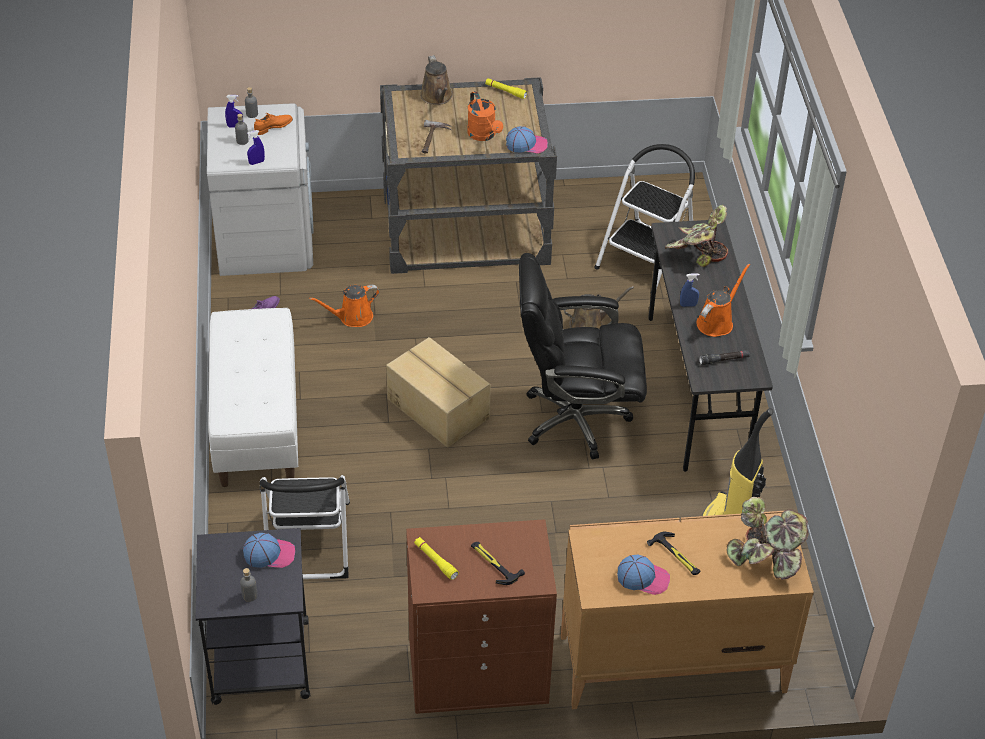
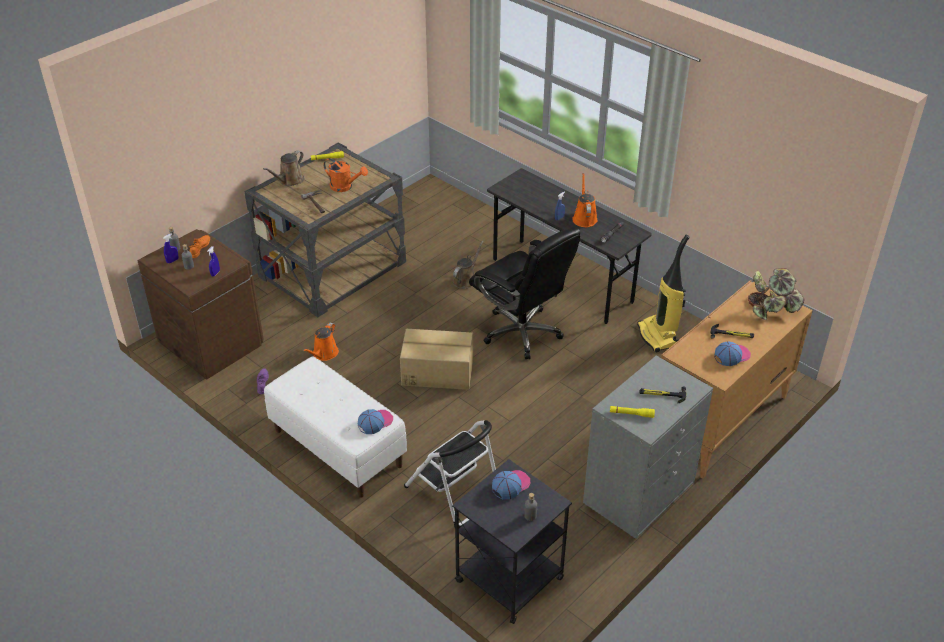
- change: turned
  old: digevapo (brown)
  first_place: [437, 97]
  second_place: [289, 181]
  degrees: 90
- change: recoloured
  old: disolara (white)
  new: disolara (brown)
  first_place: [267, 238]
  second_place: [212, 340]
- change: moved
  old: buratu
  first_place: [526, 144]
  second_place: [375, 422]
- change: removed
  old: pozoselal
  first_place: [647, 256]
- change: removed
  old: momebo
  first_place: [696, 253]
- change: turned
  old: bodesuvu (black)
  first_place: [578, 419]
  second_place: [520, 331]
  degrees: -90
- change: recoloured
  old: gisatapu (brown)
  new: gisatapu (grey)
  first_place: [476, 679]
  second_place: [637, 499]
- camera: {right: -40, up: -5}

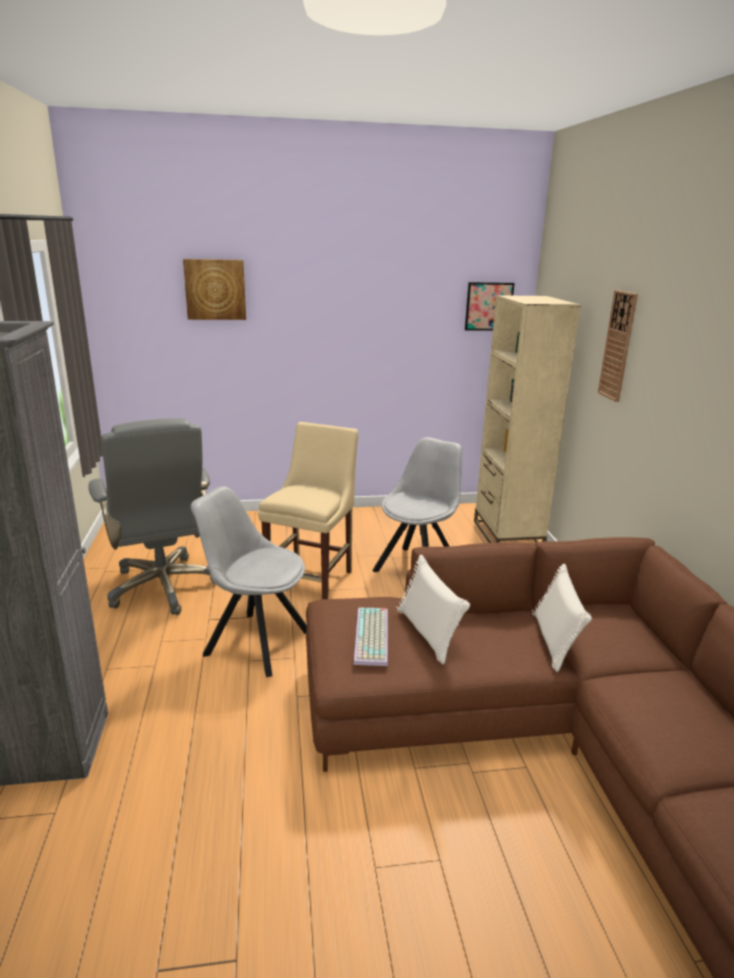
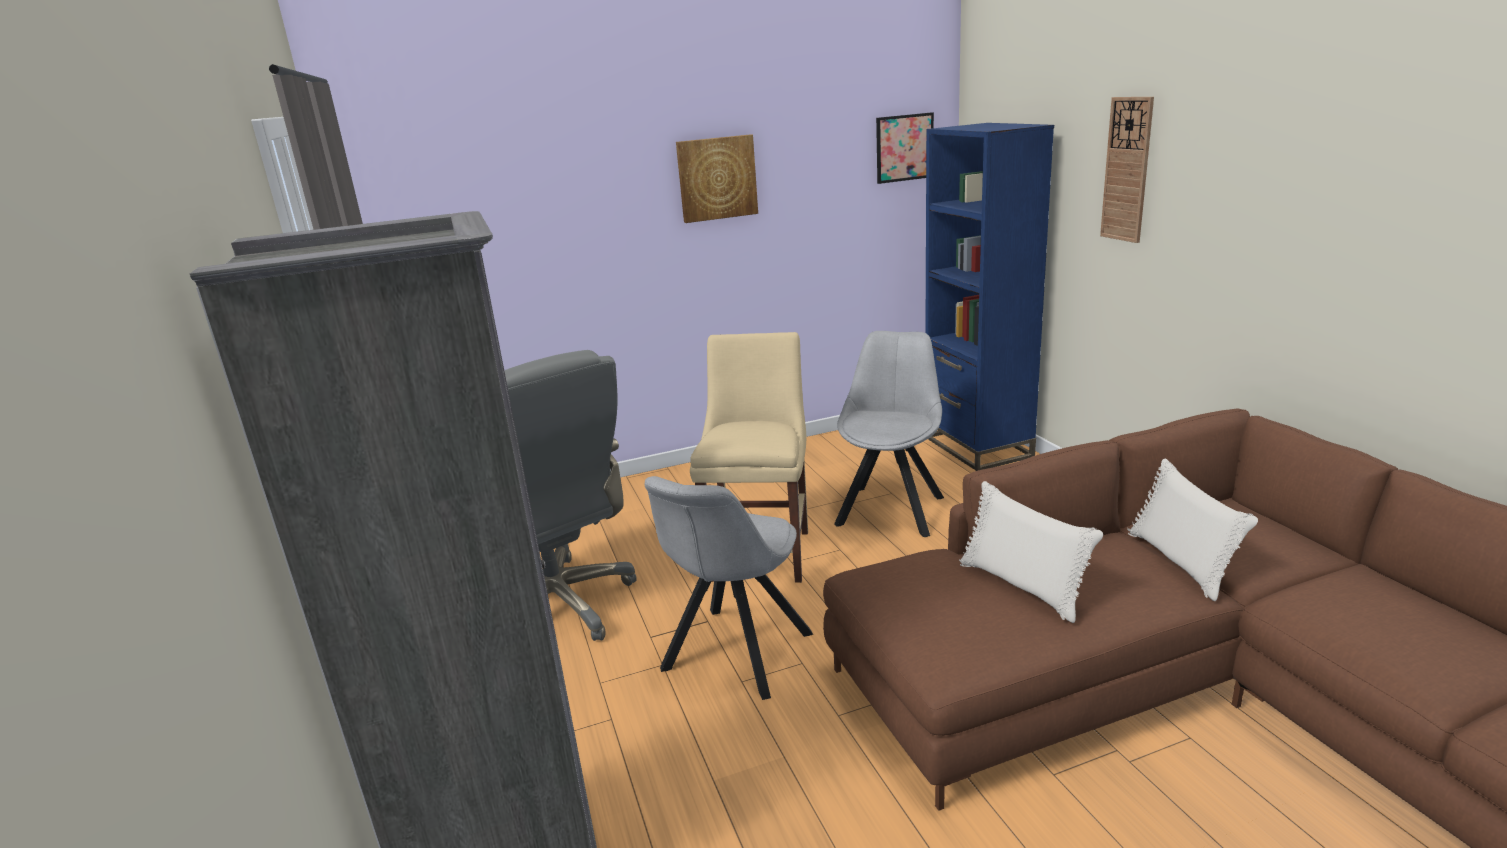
- change: moved
  old: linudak
  first_place: [215, 289]
  second_place: [717, 178]
- change: recoloured
  old: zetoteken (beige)
  new: zetoteken (blue)
  first_place: [507, 535]
  second_place: [977, 446]
- change: turned
  old: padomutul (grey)
  first_place: [255, 642]
  second_place: [735, 654]
  degrees: -75
- change: removed
  old: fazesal
  first_place: [373, 637]
- camera: {right: -10, up: 0}

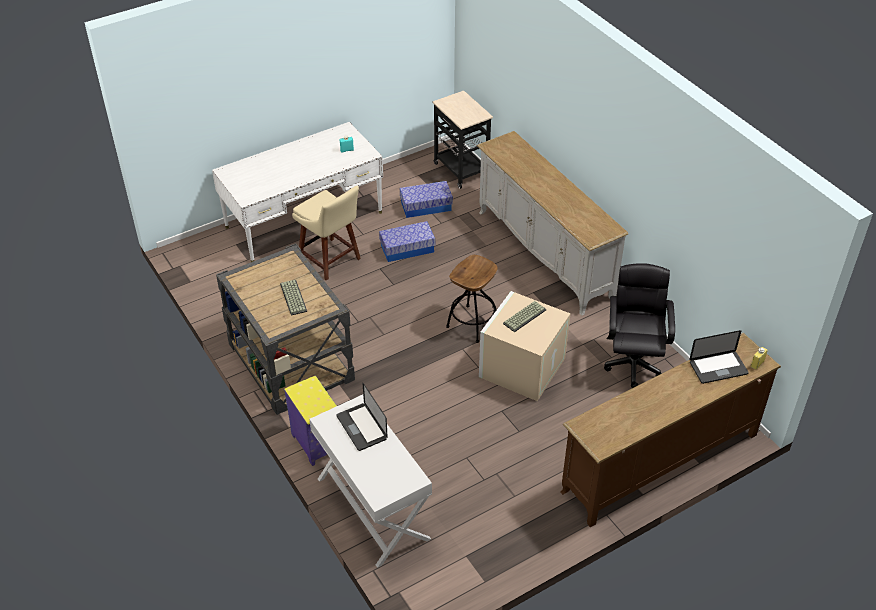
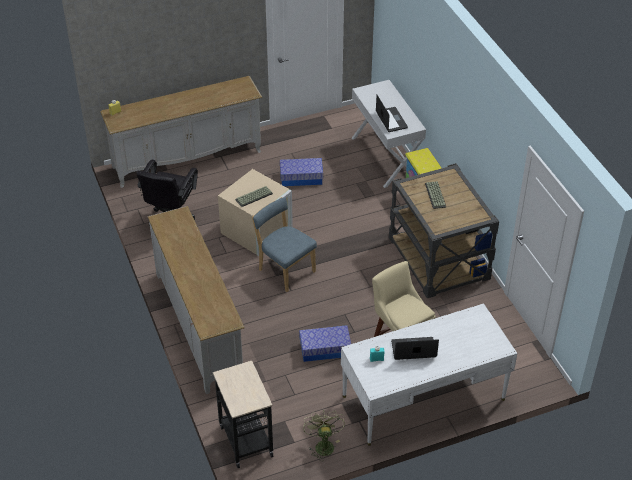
- change: moved
  old: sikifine
  first_place: [426, 206]
  second_place: [301, 178]
- change: replaced
  old: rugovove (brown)
  new: padomutul (blue)
  first_place: [472, 324]
  second_place: [285, 269]
- change: moved
  old: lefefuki
  first_place: [718, 368]
  second_place: [413, 349]
- change: recoloured
  old: gisatapu (brown)
  new: gisatapu (grey)
  first_place: [659, 462]
  second_place: [187, 160]
- change: added
  new: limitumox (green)
  second_place: [323, 444]
- camera: {right: -170, up: 0}

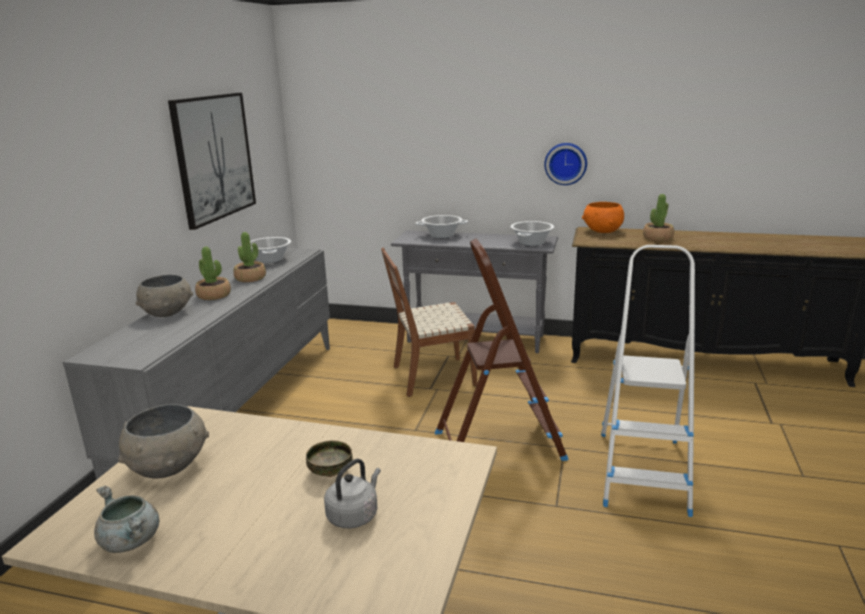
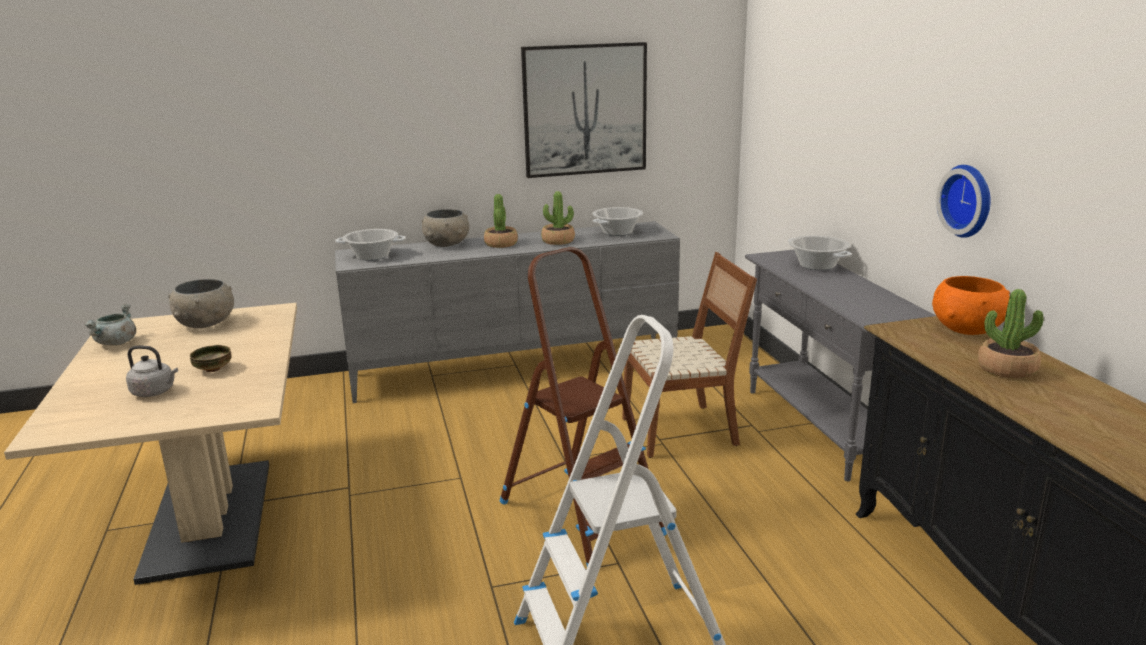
- change: moved
  old: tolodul
  first_place: [531, 243]
  second_place: [372, 256]
- change: turned
  old: padomutul
  first_place: [429, 377]
  second_place: [684, 431]
  degrees: 120
- camera: {right: 60, up: 0}

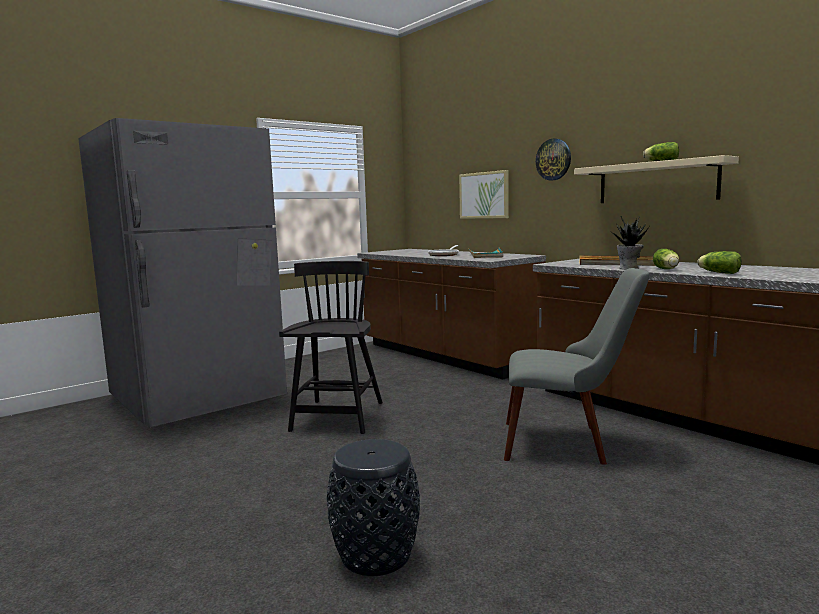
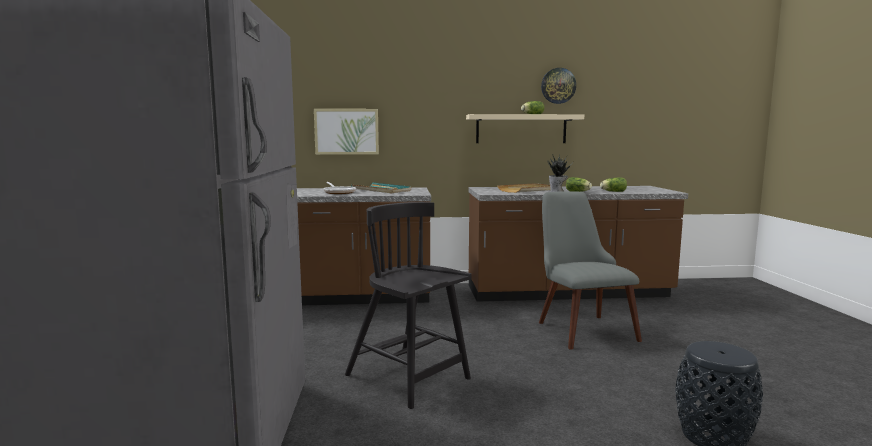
- change: moved
  old: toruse
  first_place: [553, 159]
  second_place: [558, 86]
- change: turned
  old: padomutul (grey)
  first_place: [569, 443]
  second_place: [579, 327]
  degrees: -60
- camera: {right: -55, up: 0}

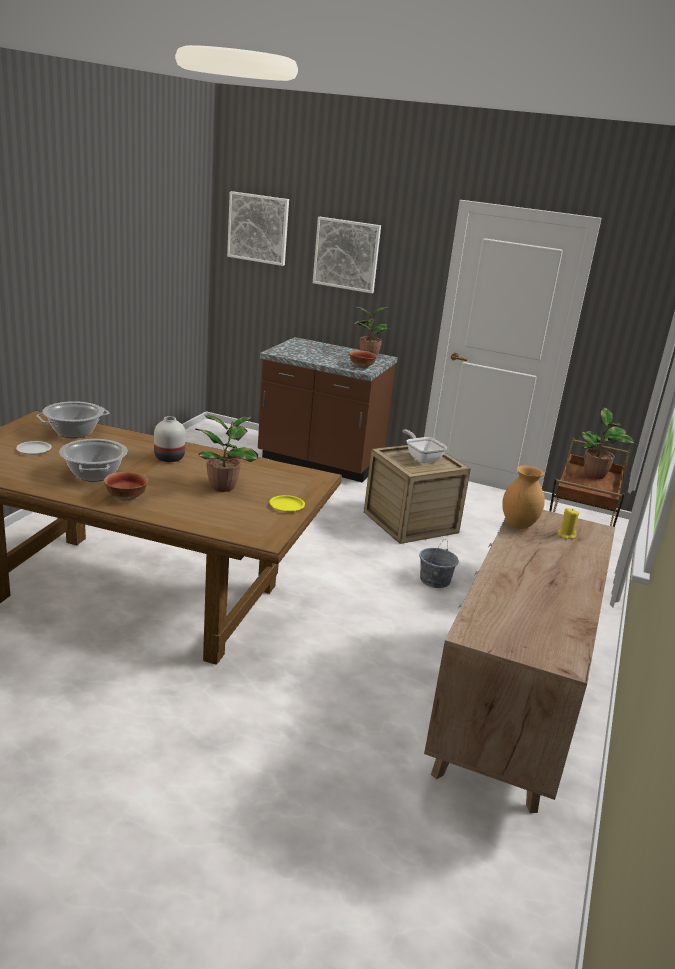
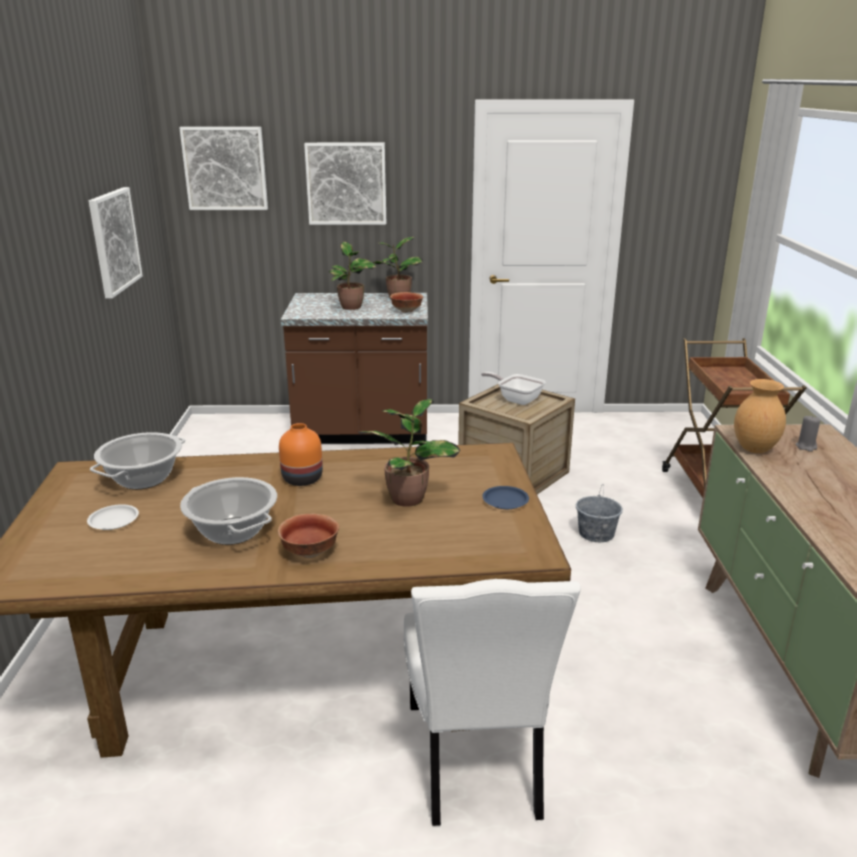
- change: moved
  old: momebo
  first_place: [595, 475]
  second_place: [352, 307]
- change: recoloured
  old: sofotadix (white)
  new: sofotadix (orange)
  first_place: [170, 458]
  second_place: [303, 479]
- change: recoloured
  old: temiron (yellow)
  new: temiron (blue)
  first_place: [286, 506]
  second_place: [505, 501]
- change: recoloured
  old: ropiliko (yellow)
  new: ropiliko (grey)
  first_place: [566, 535]
  second_place: [806, 447]
- change: added
  new: linudak
  second_place: [114, 241]
- change: added
  new: padomutul (white)
  second_place: [477, 754]
- camera: {right: -20, up: 0}

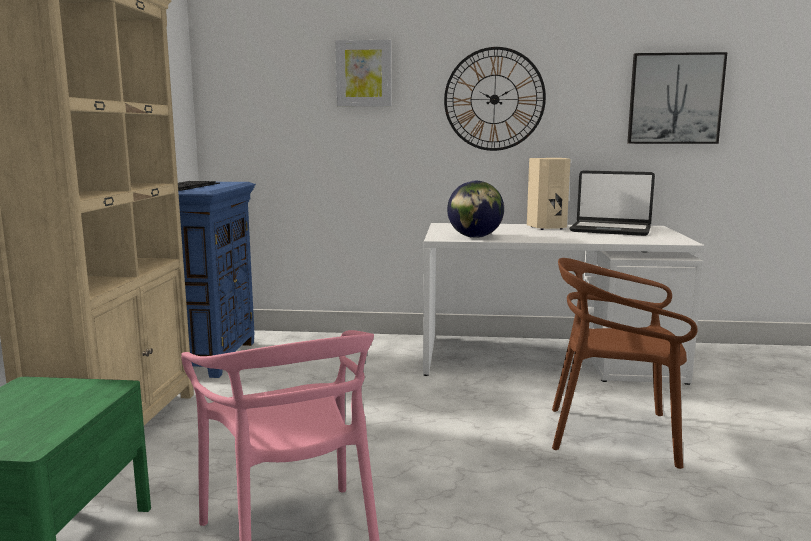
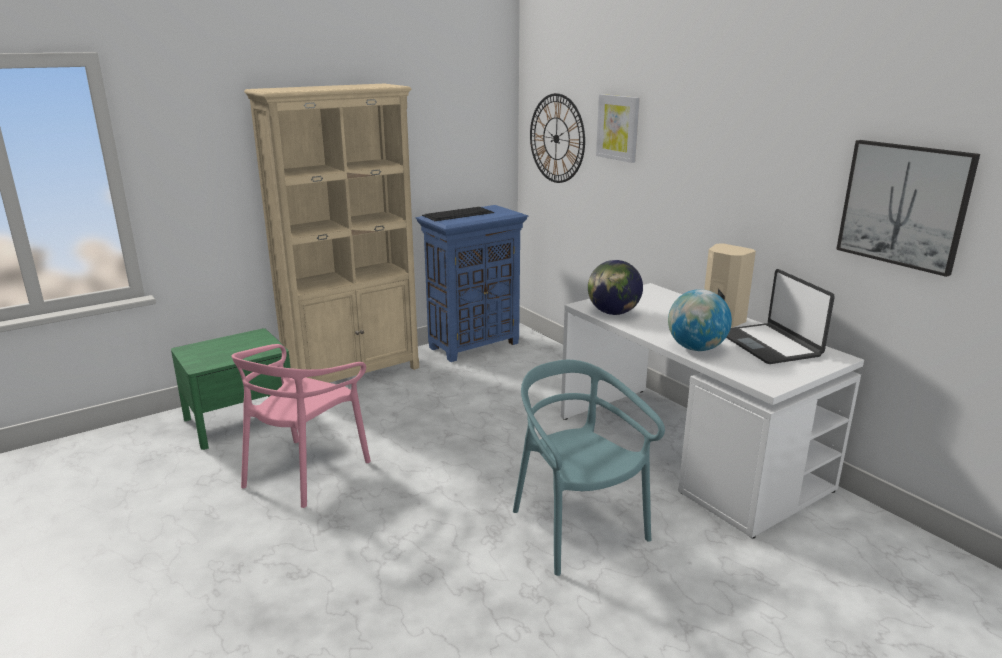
- change: moved
  old: toruse
  first_place: [494, 99]
  second_place: [556, 138]
- change: recoloured
  old: padomutul (brown)
  new: padomutul (turquoise)
  first_place: [613, 434]
  second_place: [576, 528]
- change: added
  new: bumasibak
  second_place: [696, 348]
- camera: {right: 50, up: 10}

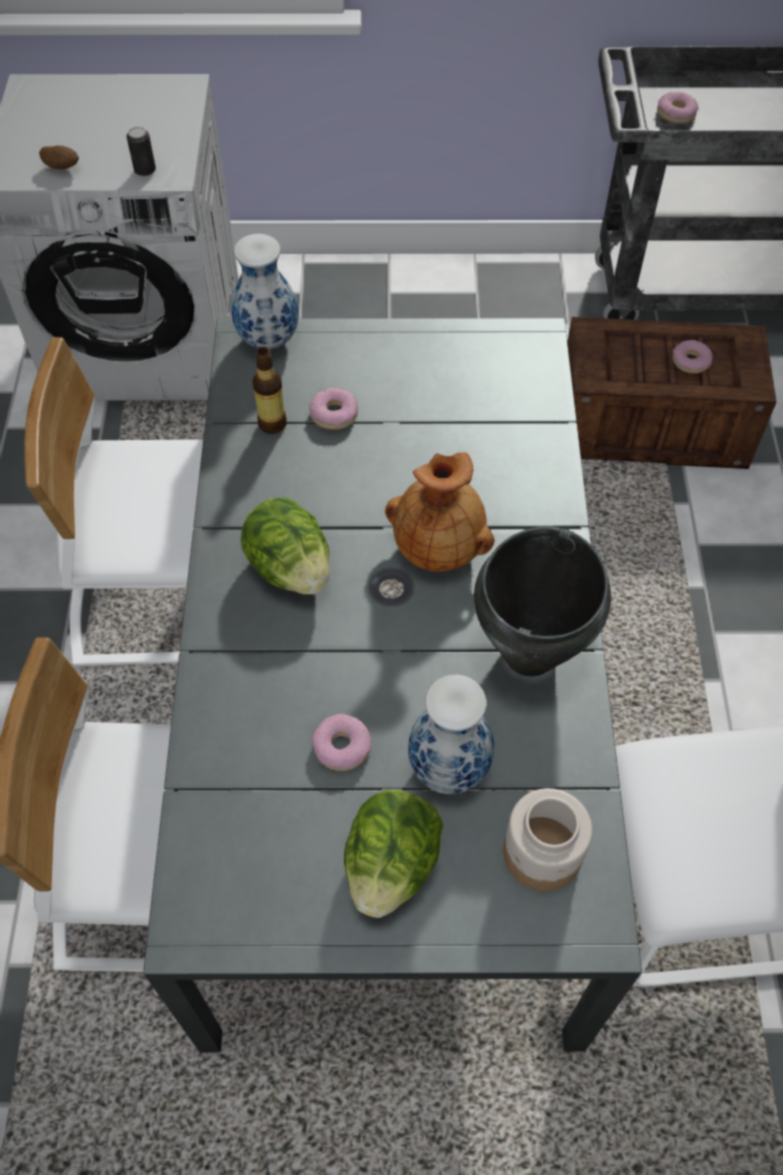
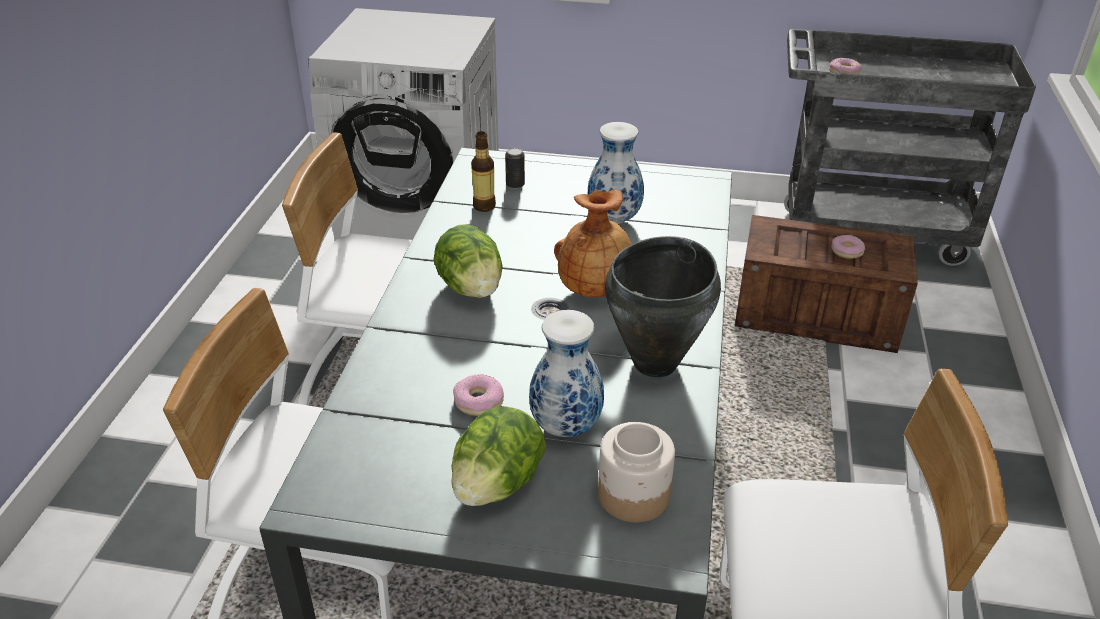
- change: moved
  old: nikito
  first_place: [145, 170]
  second_place: [515, 184]
- change: removed
  old: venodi
  first_place: [62, 168]
- change: moved
  old: sofotadix
  first_place: [269, 340]
  second_place: [615, 219]
- change: removed
  old: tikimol
  first_place: [334, 414]
- camera: {right: 10, up: -20}

